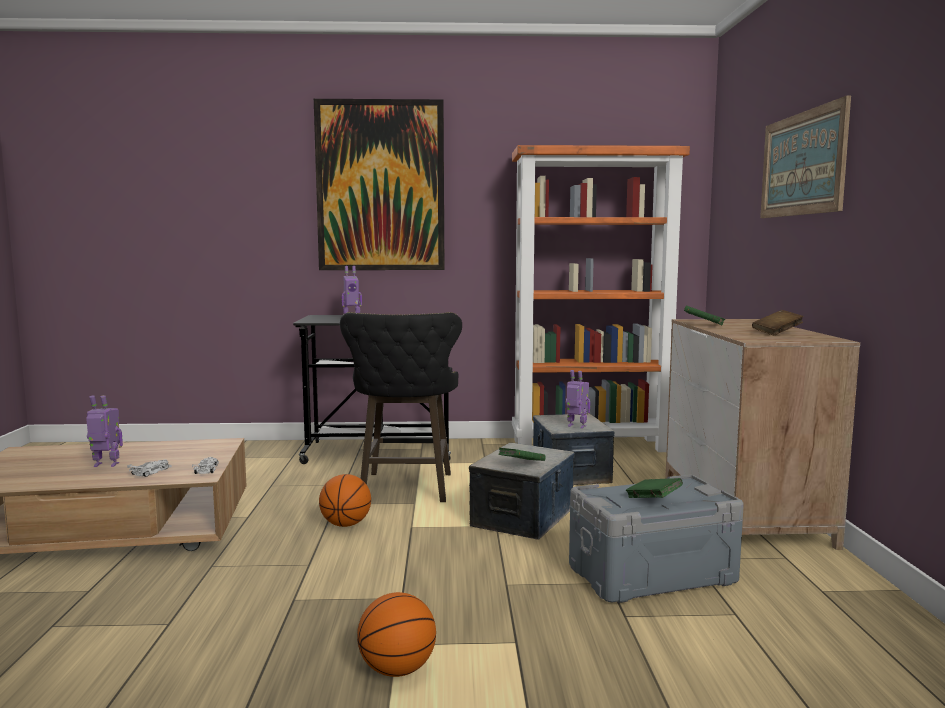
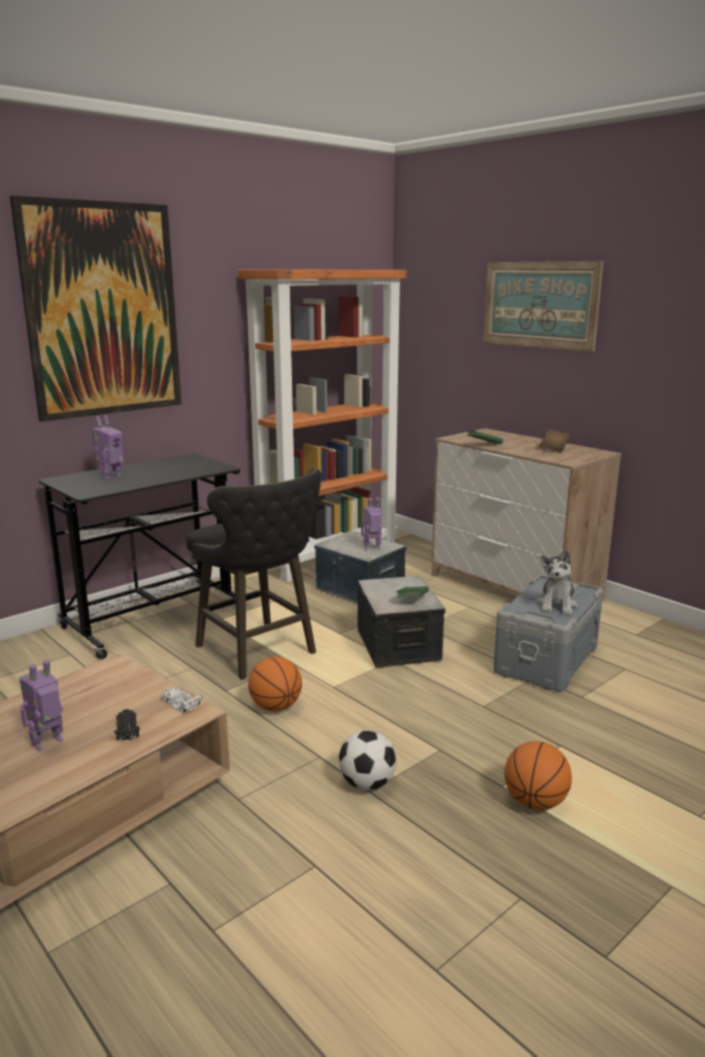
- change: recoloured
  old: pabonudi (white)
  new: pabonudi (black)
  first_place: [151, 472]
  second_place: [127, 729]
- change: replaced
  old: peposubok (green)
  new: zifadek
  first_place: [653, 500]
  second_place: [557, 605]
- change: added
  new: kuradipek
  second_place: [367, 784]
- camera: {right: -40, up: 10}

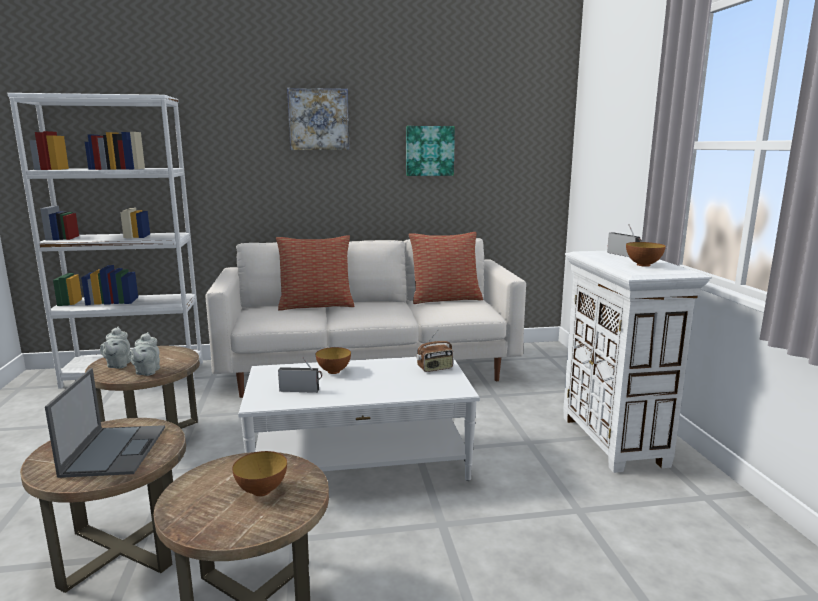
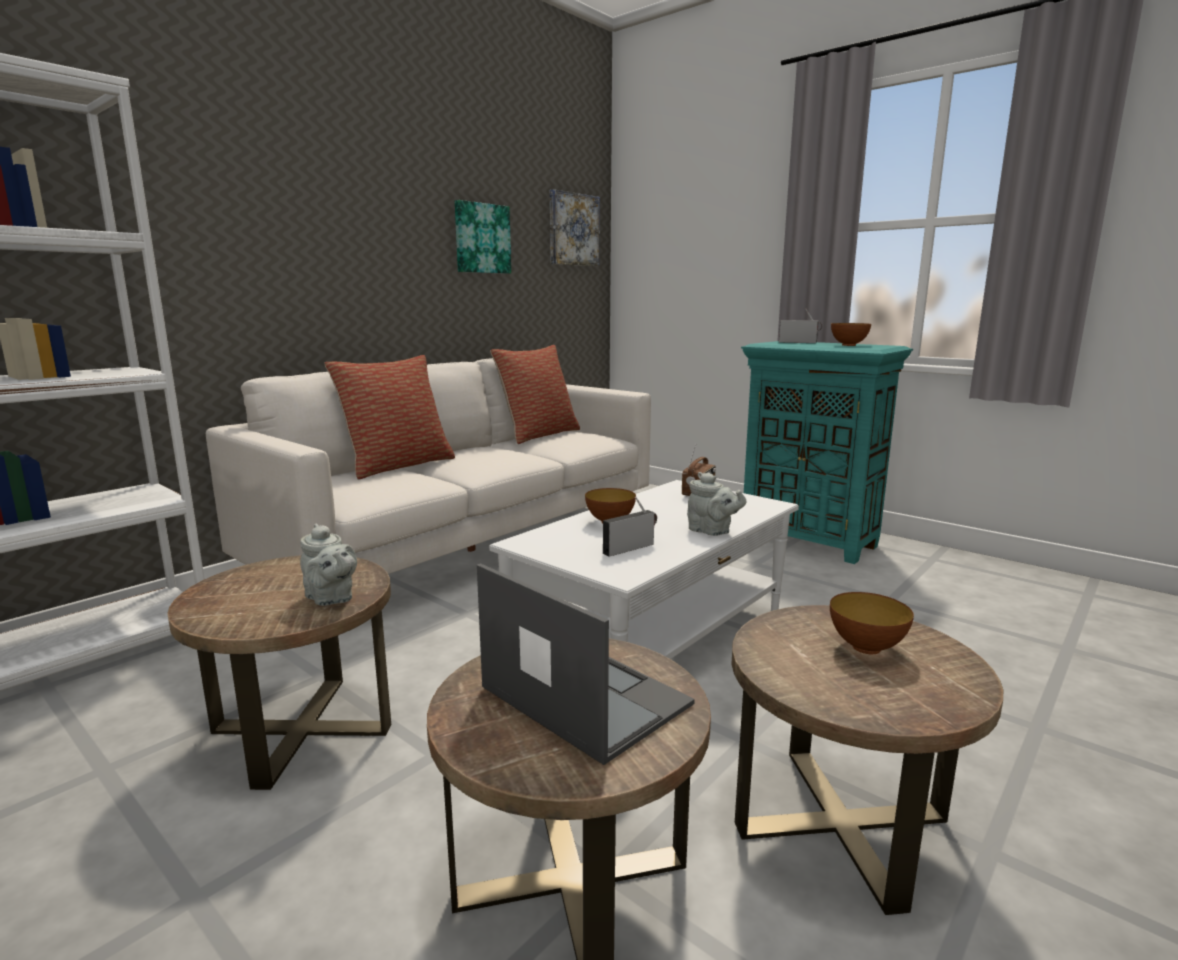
- change: moved
  old: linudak
  first_place: [318, 119]
  second_place: [573, 229]
- change: recoloured
  old: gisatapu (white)
  new: gisatapu (turquoise)
  first_place: [615, 441]
  second_place: [810, 541]
- change: moved
  old: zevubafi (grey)
  first_place: [118, 365]
  second_place: [712, 531]
- camera: {right: -40, up: 0}

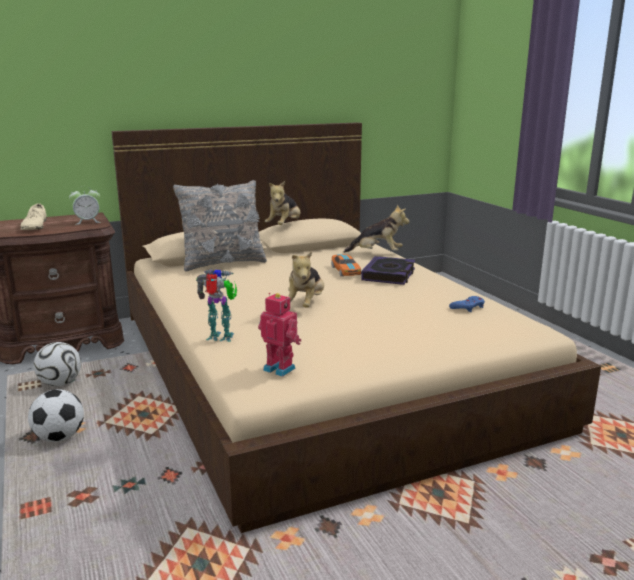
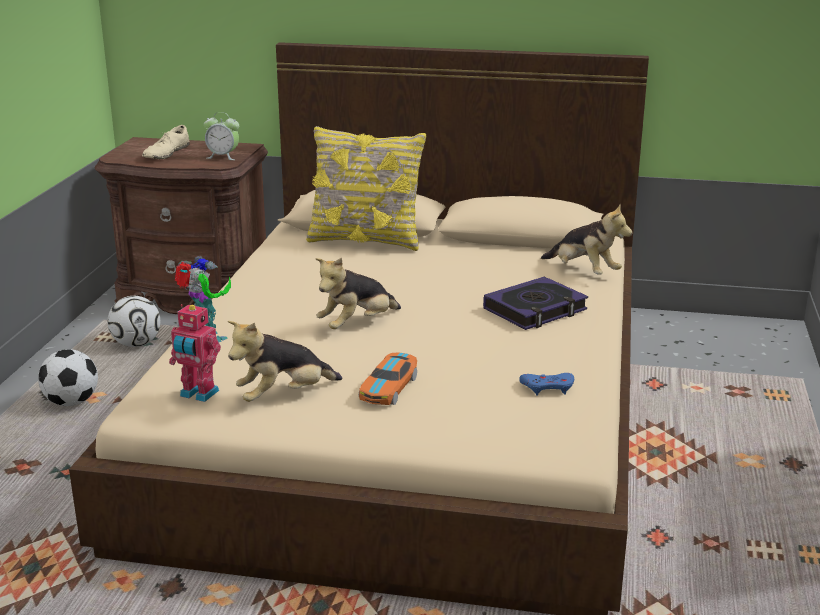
- change: recoloured
  old: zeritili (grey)
  new: zeritili (yellow)
  first_place: [223, 264]
  second_place: [365, 241]
- change: moved
  old: zifadek
  first_place: [284, 226]
  second_place: [283, 396]
- change: moved
  old: pabonudi
  first_place: [345, 270]
  second_place: [388, 388]
- change: turned
  old: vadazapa
  first_place: [280, 368]
  second_place: [198, 394]
  degrees: 135
- camera: {right: 35, up: 5}

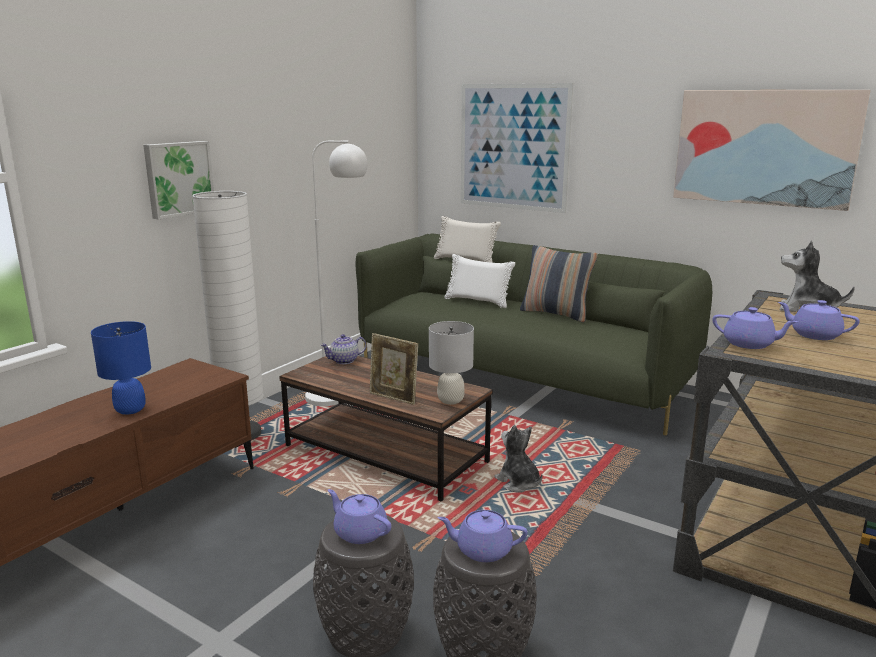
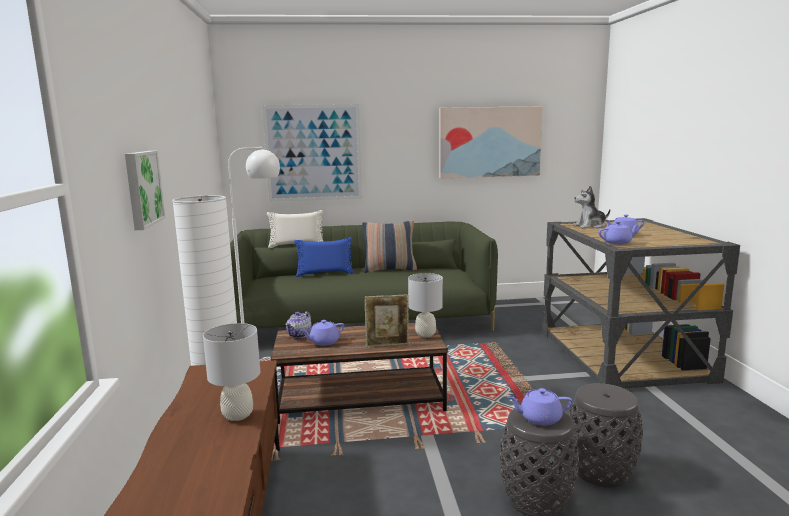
- change: recoloured
  old: zeritili (white)
  new: zeritili (blue)
  first_place: [478, 302]
  second_place: [324, 274]
- change: recoloured
  old: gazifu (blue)
  new: gazifu (grey)
  first_place: [131, 411]
  second_place: [239, 416]
- change: removed
  old: zifadek
  first_place: [518, 483]
- change: moved
  old: zevubafi (purple)
  first_place: [482, 550]
  second_place: [323, 342]
- camera: {right: -40, up: -5}

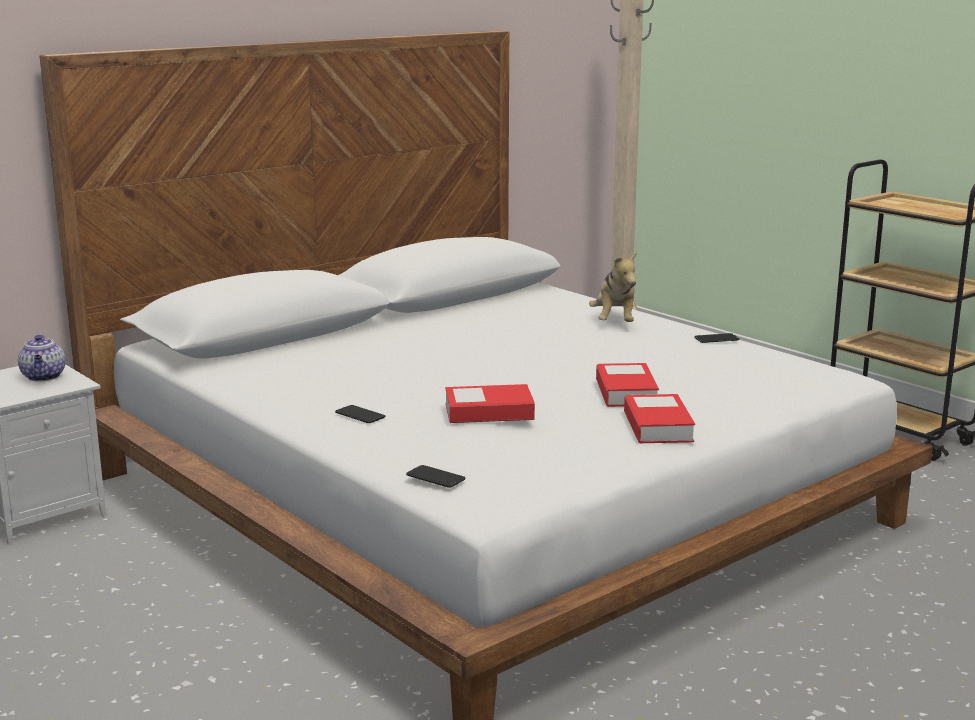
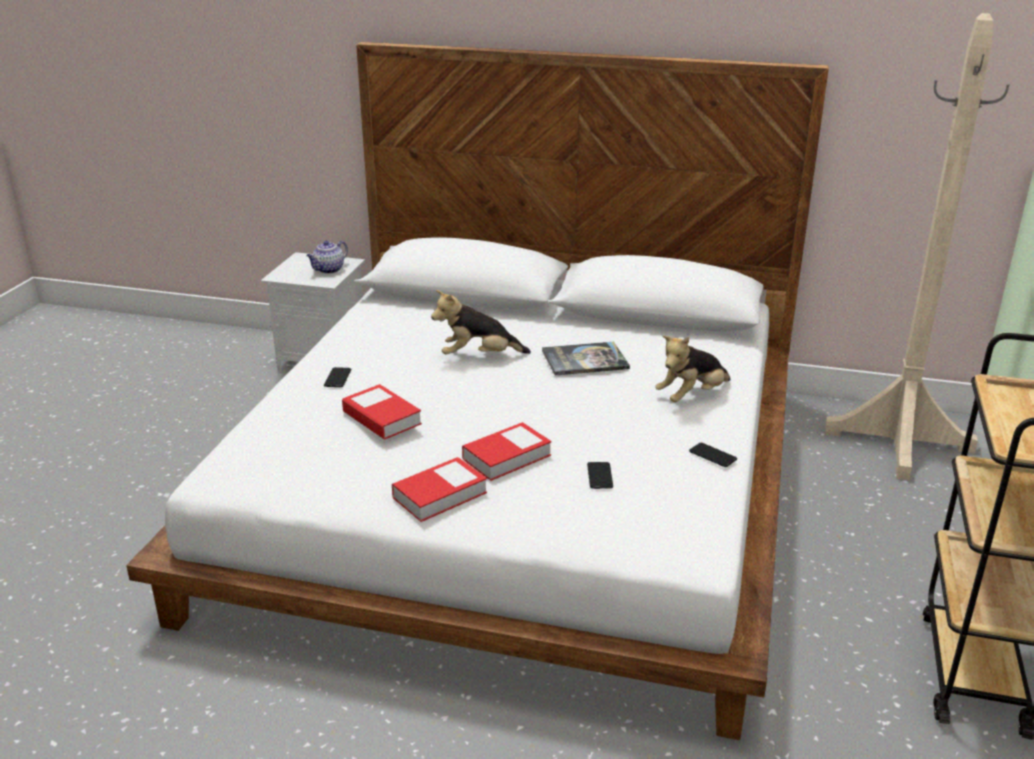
- change: moved
  old: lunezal
  first_place: [435, 477]
  second_place: [600, 476]
- change: added
  new: zifadek
  second_place: [479, 356]
- change: added
  new: peposubok
  second_place: [584, 360]
- camera: {right: 55, up: 10}

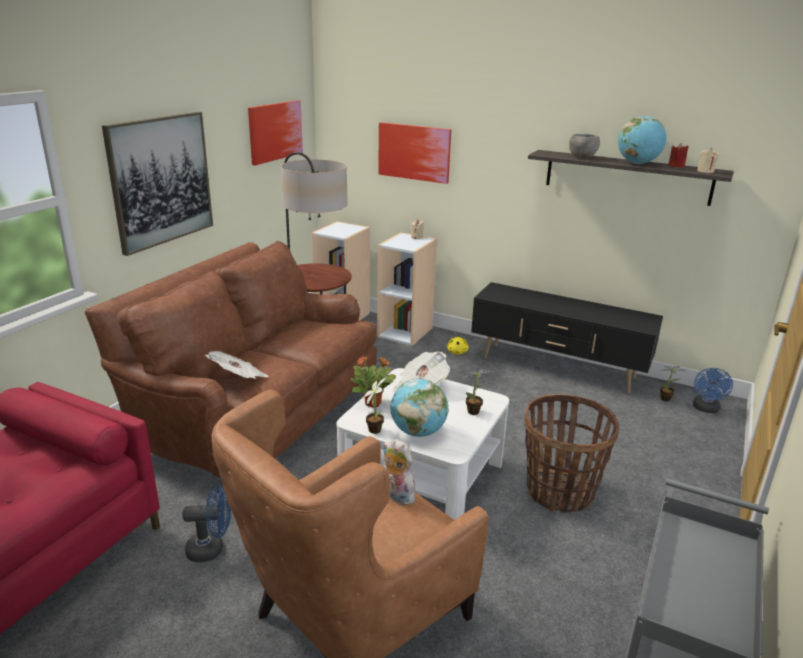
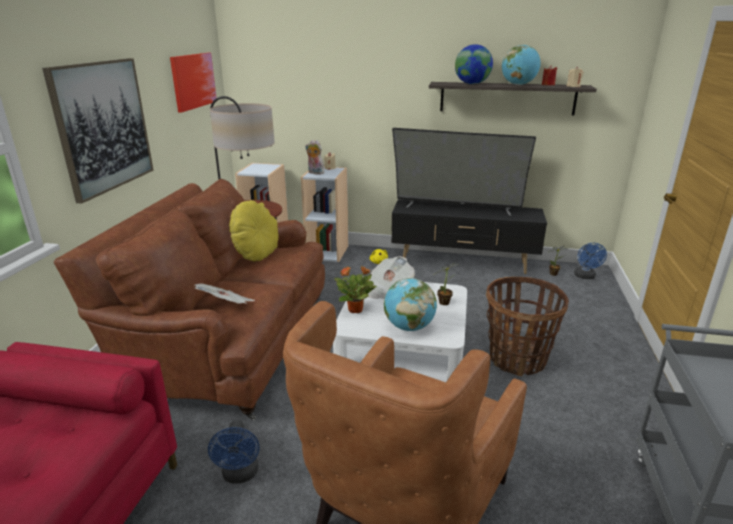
- change: removed
  old: linudak
  first_place: [414, 152]
- change: replaced
  old: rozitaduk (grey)
  new: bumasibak
  first_place: [581, 157]
  second_place: [472, 84]
- change: removed
  old: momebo
  first_place: [375, 429]
- change: moved
  old: zifadek
  first_place: [397, 496]
  second_place: [315, 173]
- change: turned
  old: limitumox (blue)
  first_place: [211, 549]
  second_place: [240, 475]
  degrees: 105
- change: added
  new: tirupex
  second_place: [457, 207]
- change: added
  new: zeritili (yellow)
  second_place: [257, 256]
- camera: {right: -15, up: 0}

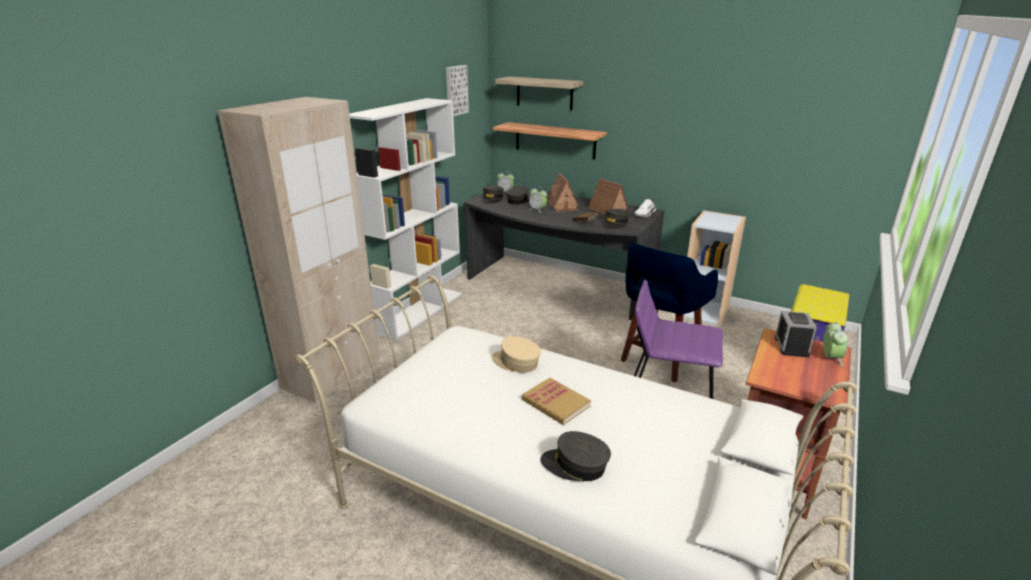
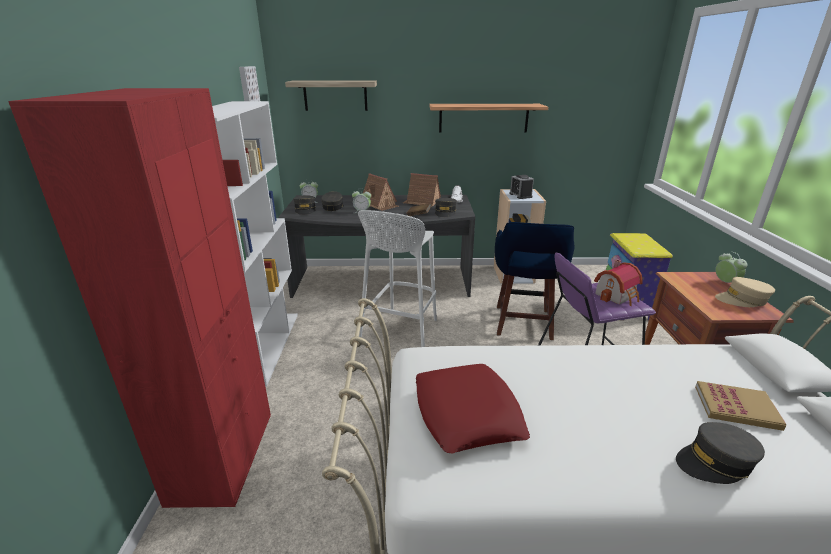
- change: recoloured
  old: gisatapu (beige)
  new: gisatapu (red)
  first_place: [333, 378]
  second_place: [225, 462]
- change: moved
  old: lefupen
  first_place: [555, 140]
  second_place: [483, 118]
- change: moved
  old: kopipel
  first_place: [791, 346]
  second_place: [520, 195]
- change: moved
  old: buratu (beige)
  first_place: [516, 362]
  second_place: [742, 300]
- change: moved
  old: peposubok
  first_place: [555, 403]
  second_place: [736, 407]
- change: added
  new: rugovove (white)
  second_place: [401, 331]
- change: added
  new: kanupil
  second_place: [617, 296]
- change: added
  new: zeritili (red)
  second_place: [467, 413]
- camera: {right: -30, up: 0}

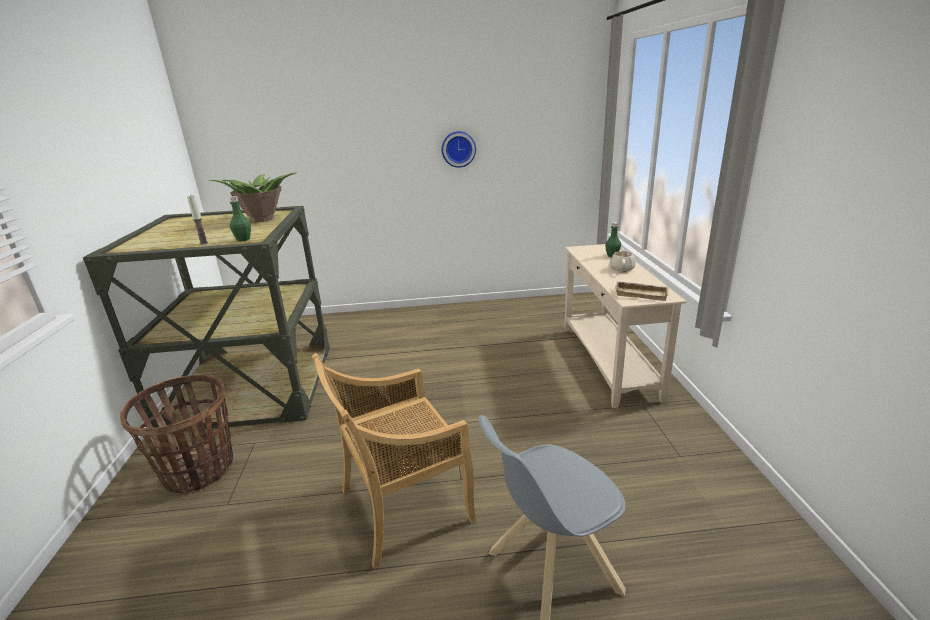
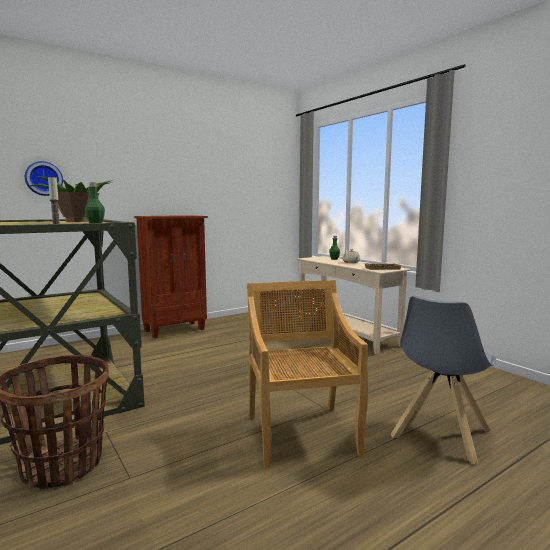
- change: moved
  old: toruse
  first_place: [458, 149]
  second_place: [43, 178]
- change: turned
  old: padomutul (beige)
  first_place: [403, 507]
  second_place: [301, 433]
  degrees: 135
- change: added
  new: gisatapu (brown)
  second_place: [175, 330]
- camera: {right: -30, up: -15}

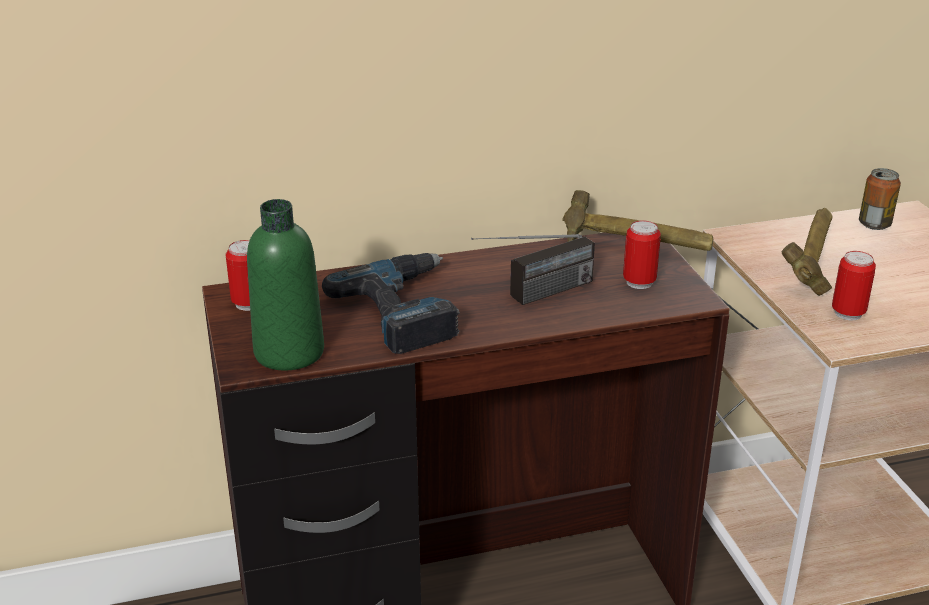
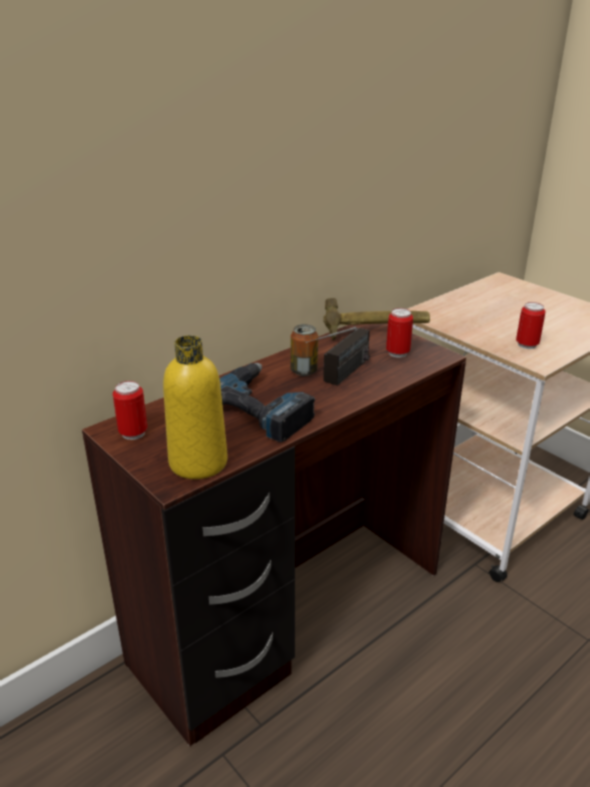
- change: moved
  old: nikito
  first_place: [874, 224]
  second_place: [304, 371]
- change: recoloured
  old: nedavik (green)
  new: nedavik (yellow)
  first_place: [289, 352]
  second_place: [198, 462]
- change: removed
  old: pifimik
  first_place: [812, 263]
- camera: {right: -25, up: 0}

